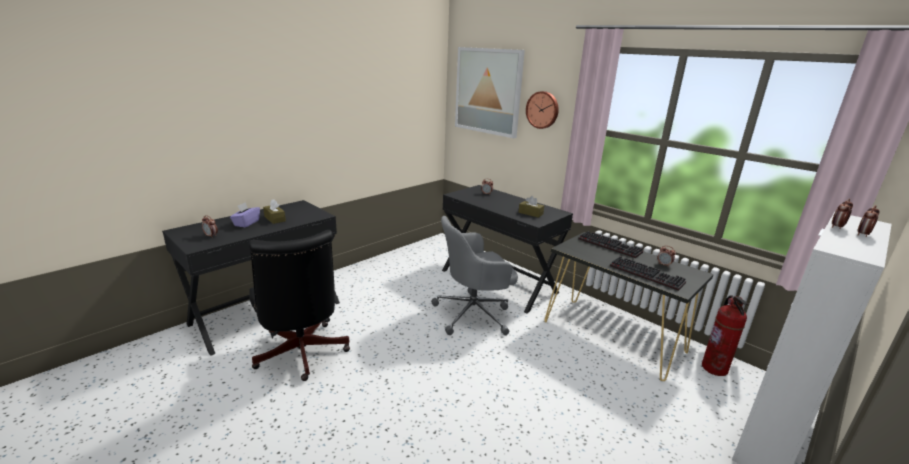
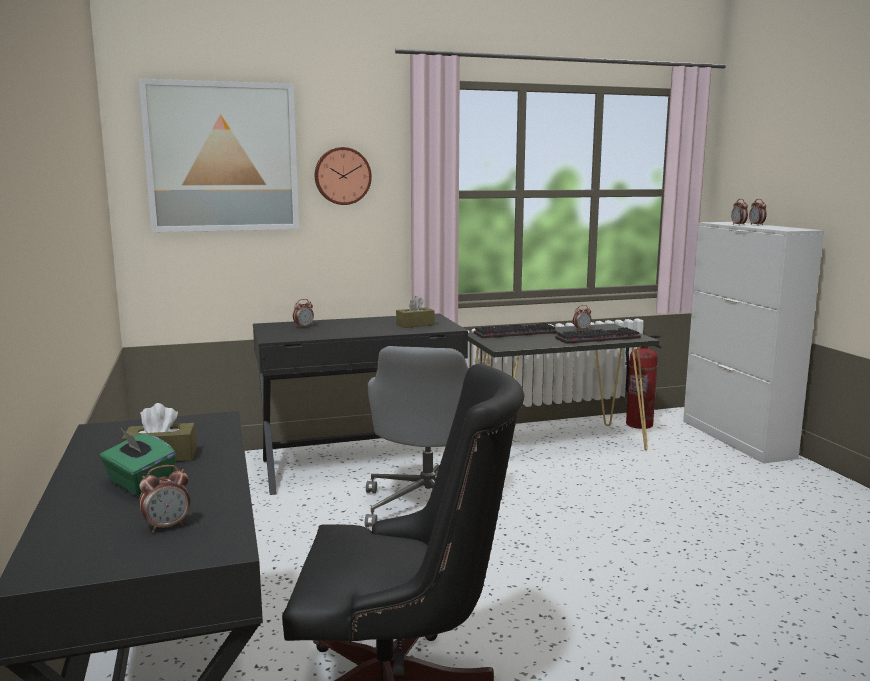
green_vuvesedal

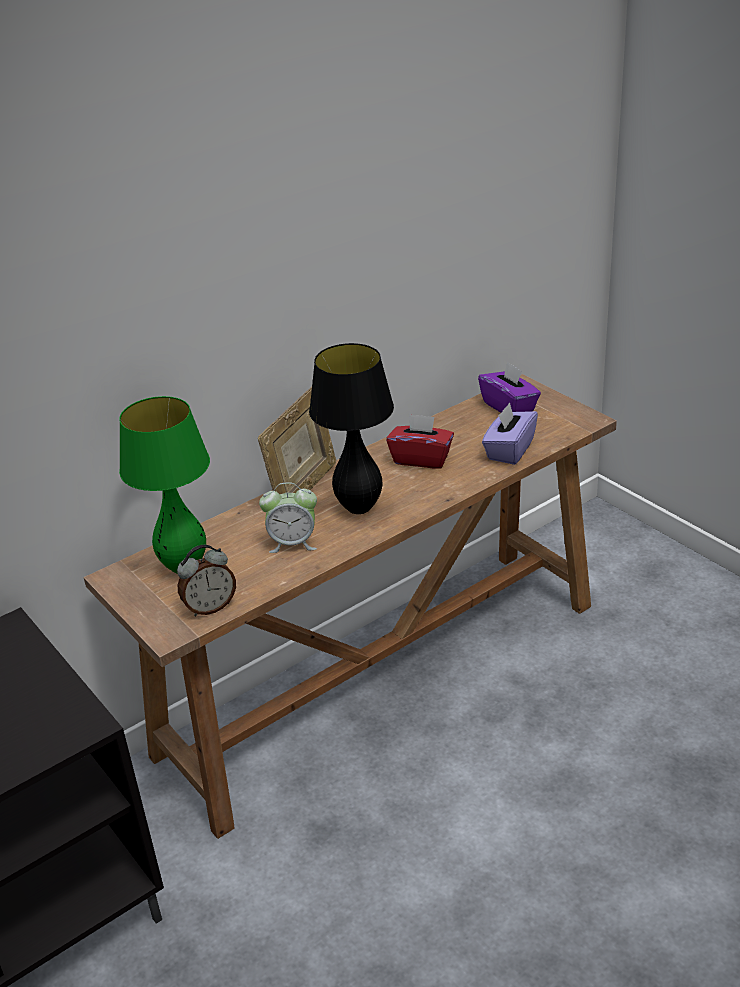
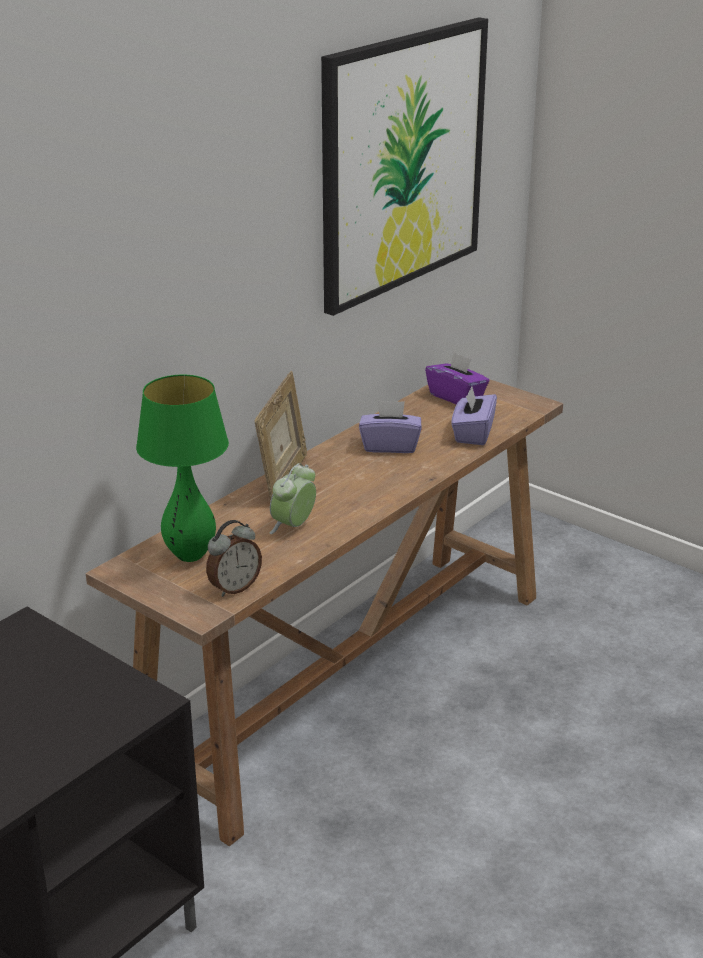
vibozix (2nd from left); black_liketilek; purple_vuvesedal (1st from left); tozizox

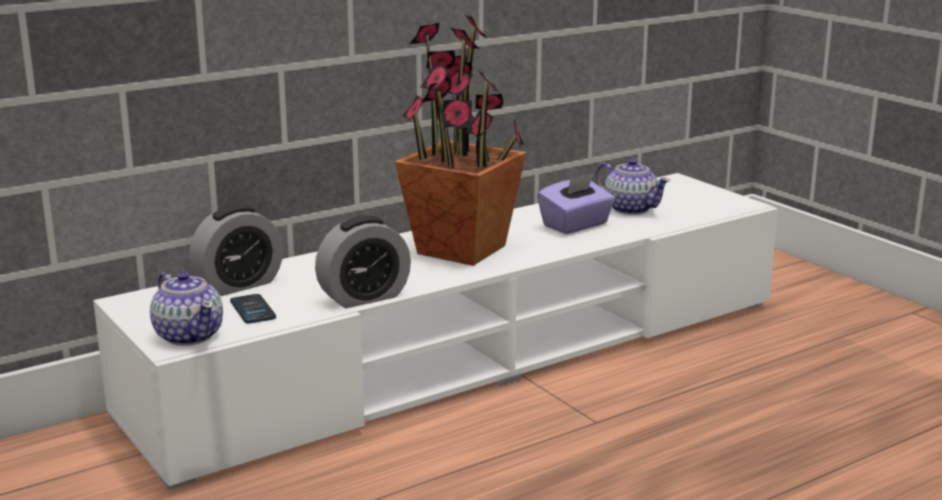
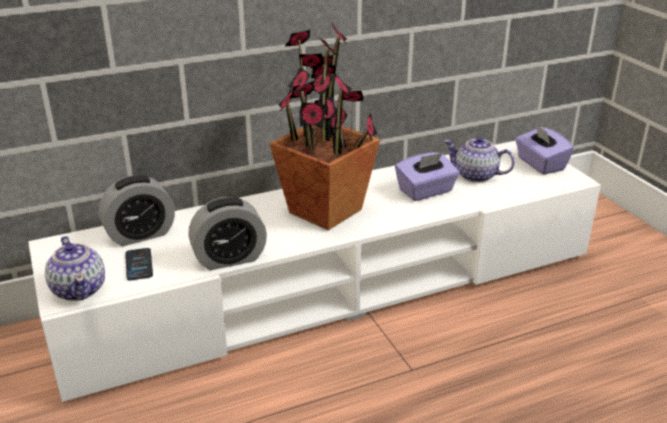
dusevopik (2nd from left); purple_vuvesedal (2nd from left)

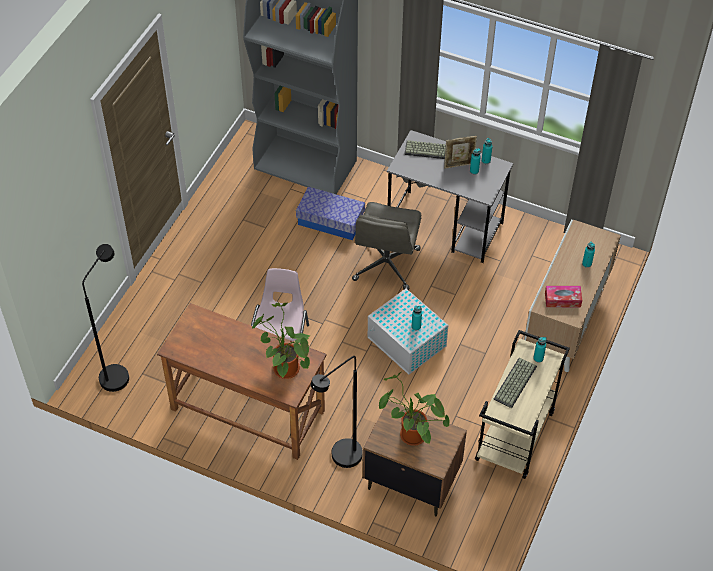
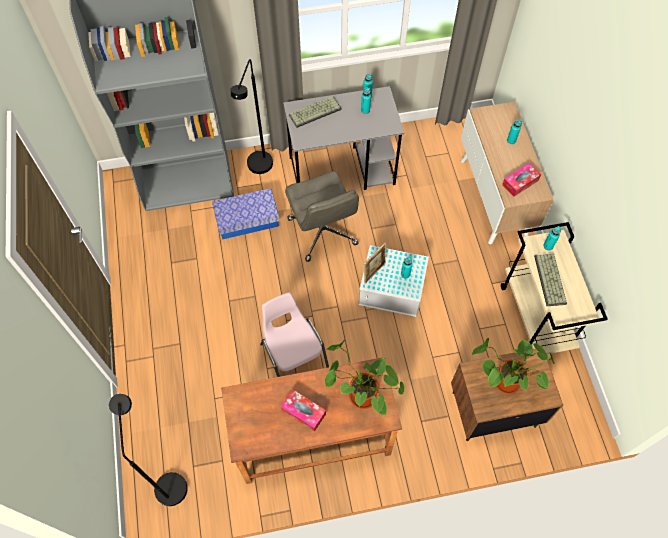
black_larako (2nd from left); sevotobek; vuvesedal (1st from left)

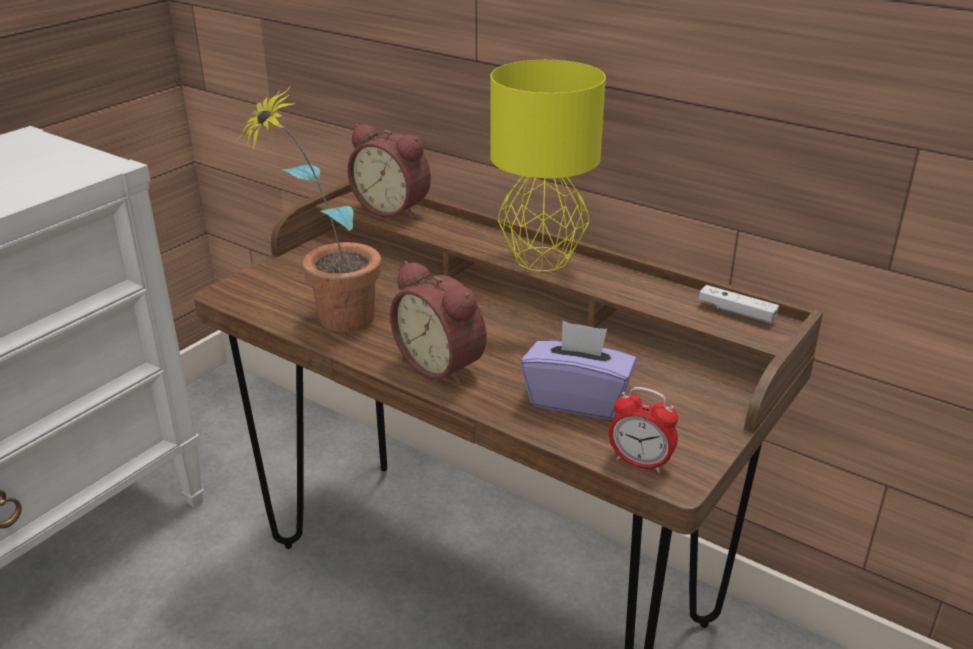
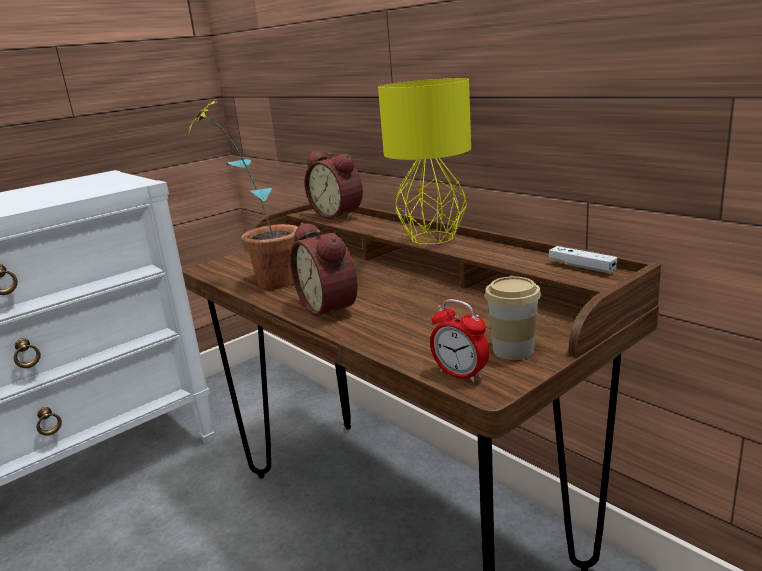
purple_vuvesedal; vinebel

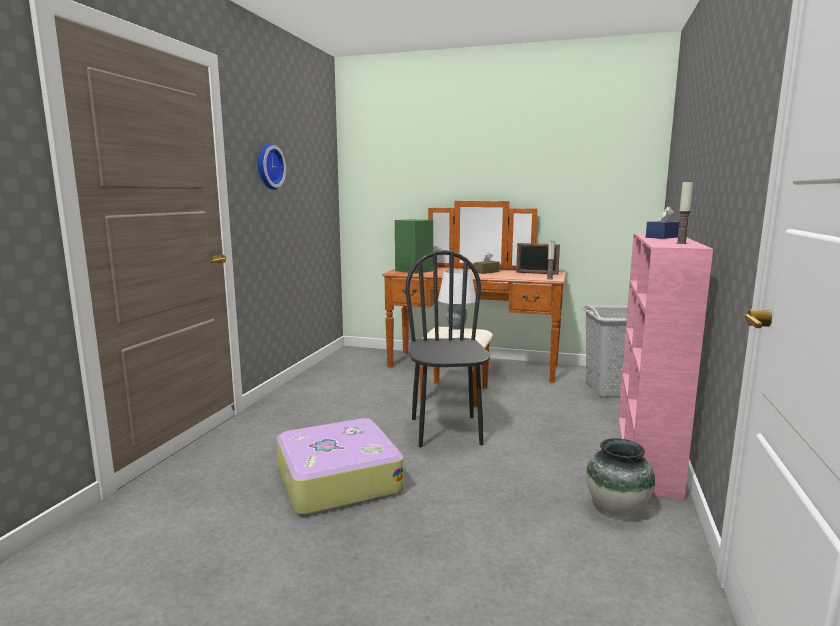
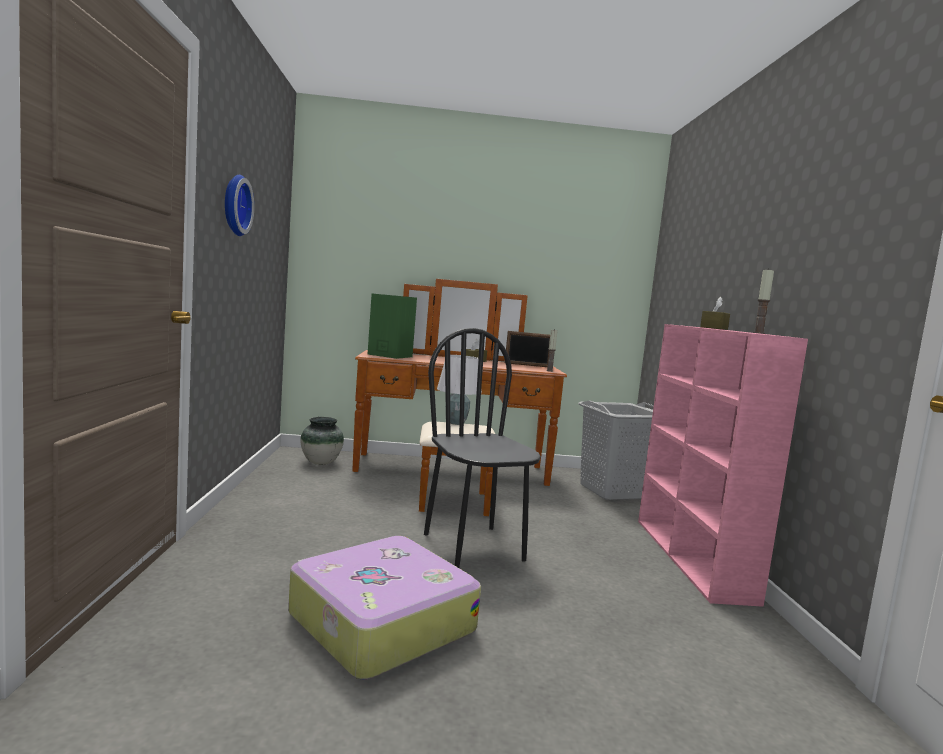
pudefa; brown_vuvesedal (2nd from left)

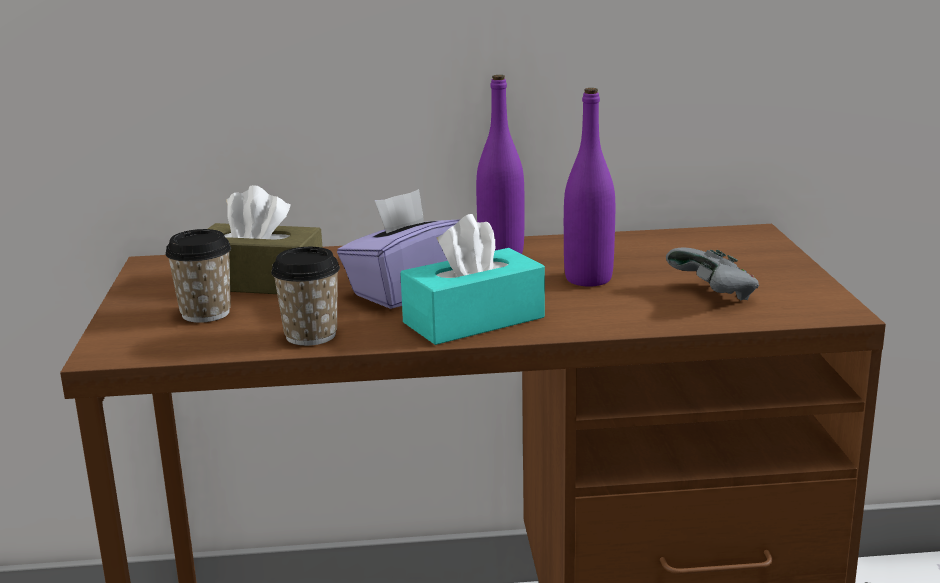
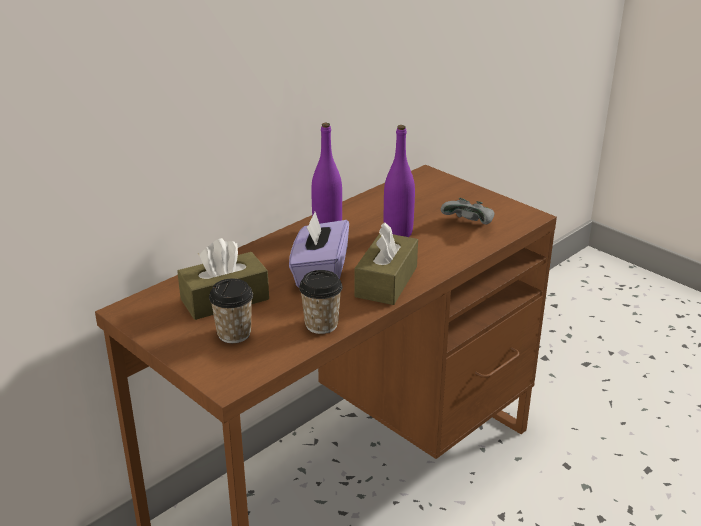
brown_vuvesedal (2nd from left)

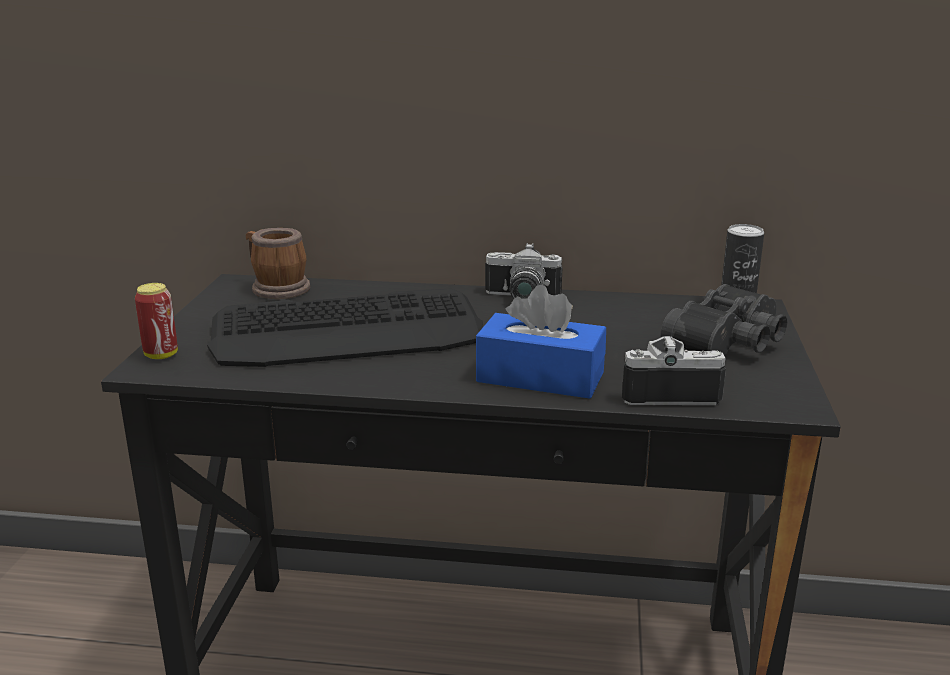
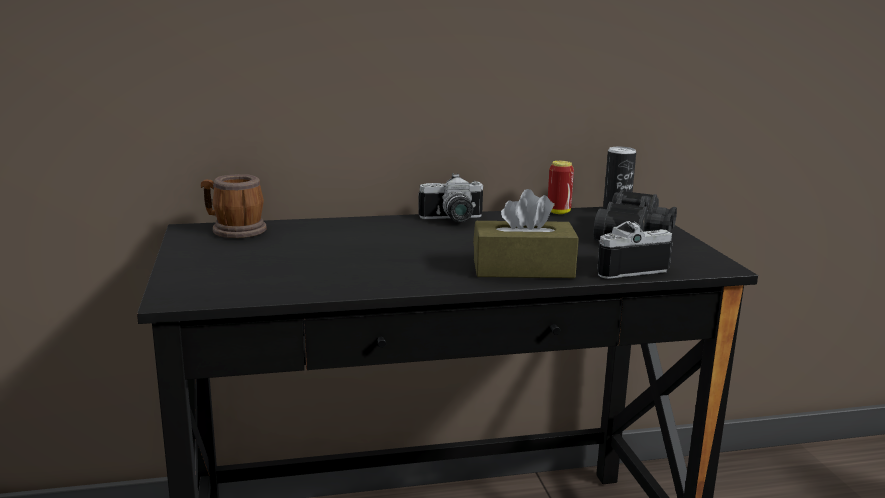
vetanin (1st from left); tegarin; brown_vuvesedal

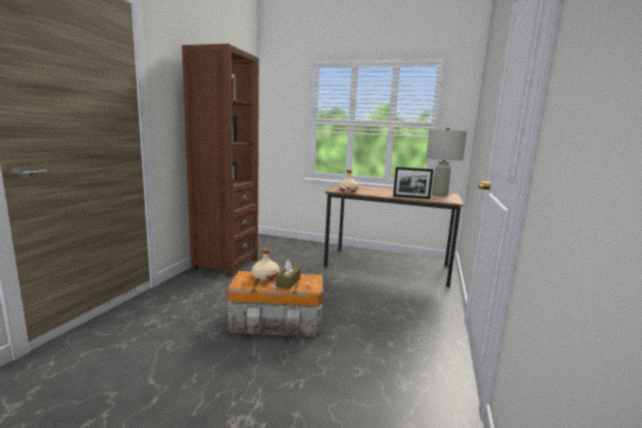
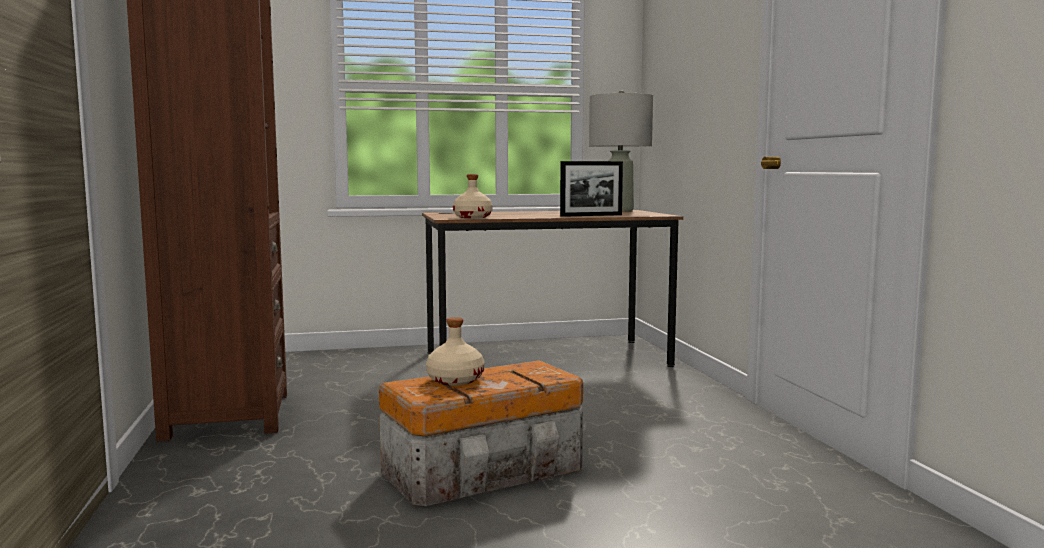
brown_vuvesedal

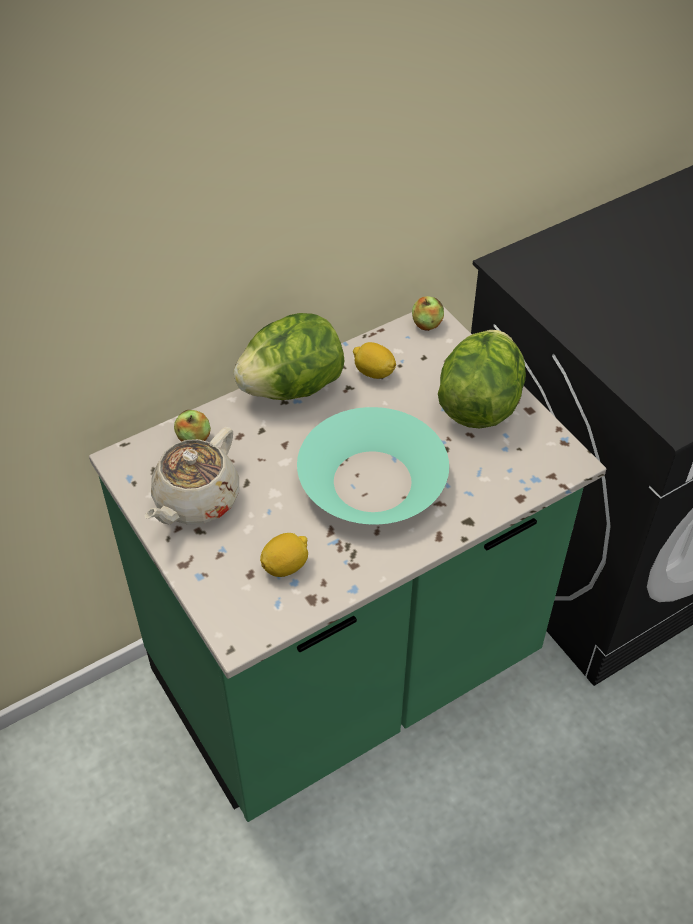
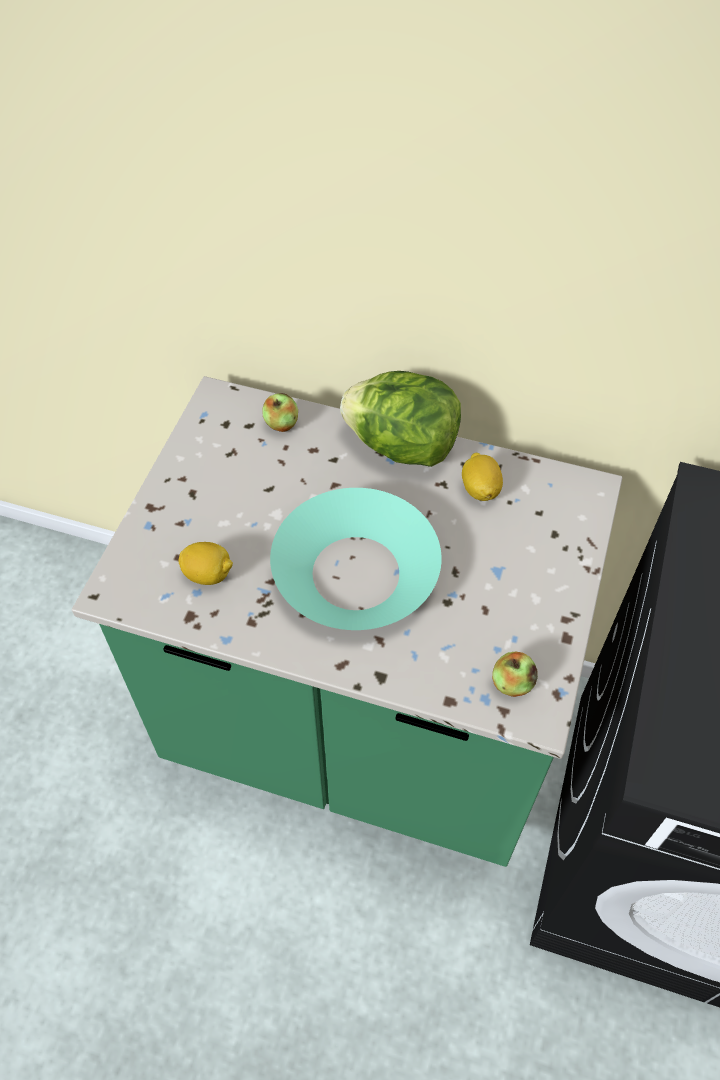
beige_dusevopik; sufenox (2nd from left); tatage (2nd from left in the first image)

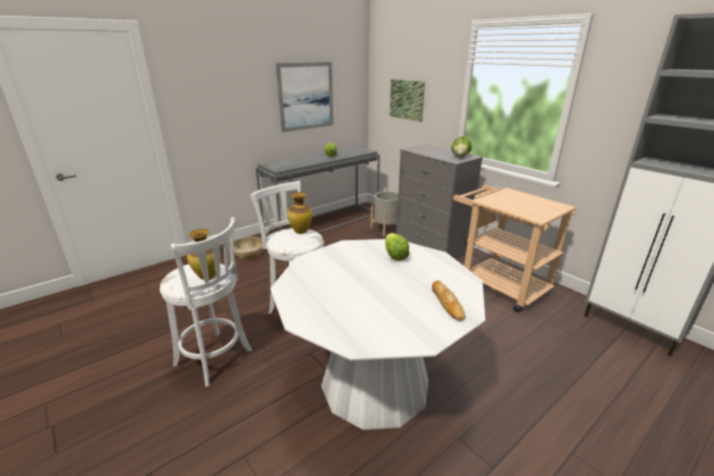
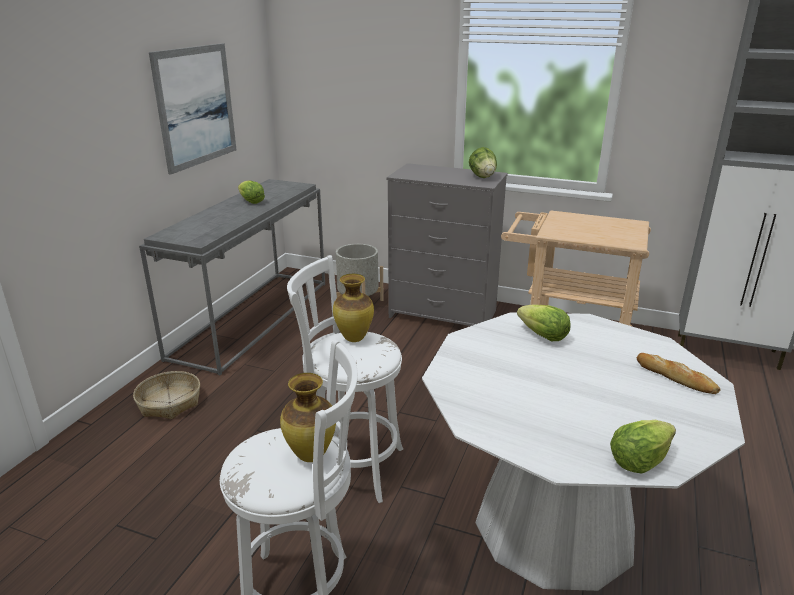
tozizox (2nd from left in the first image); tatage (4th from left)

